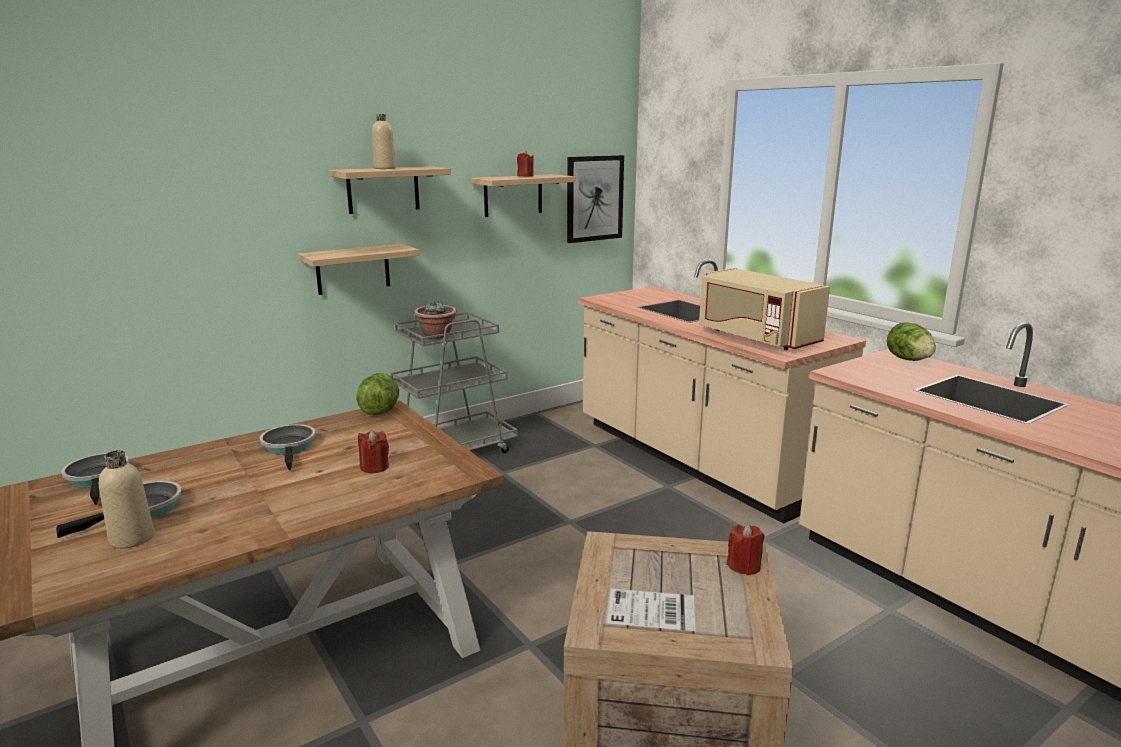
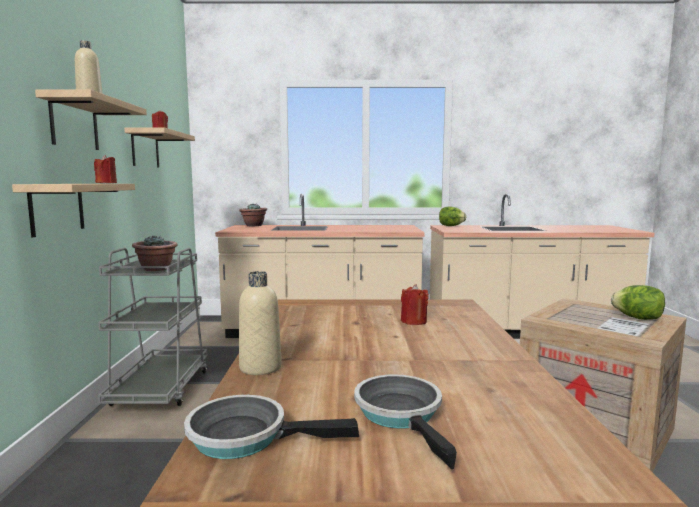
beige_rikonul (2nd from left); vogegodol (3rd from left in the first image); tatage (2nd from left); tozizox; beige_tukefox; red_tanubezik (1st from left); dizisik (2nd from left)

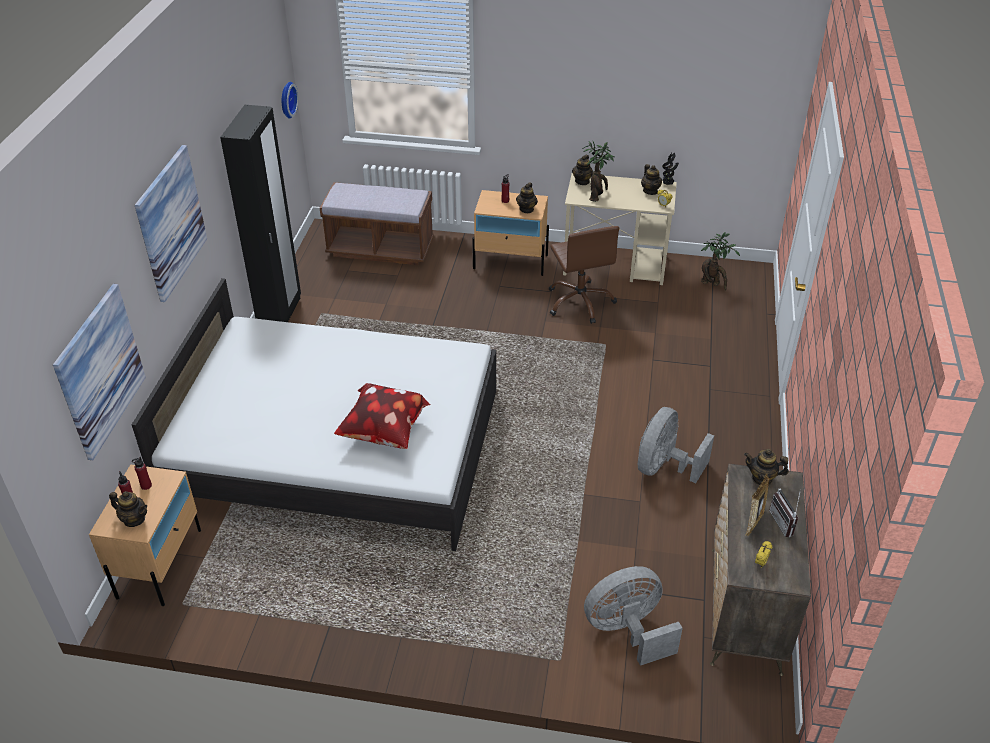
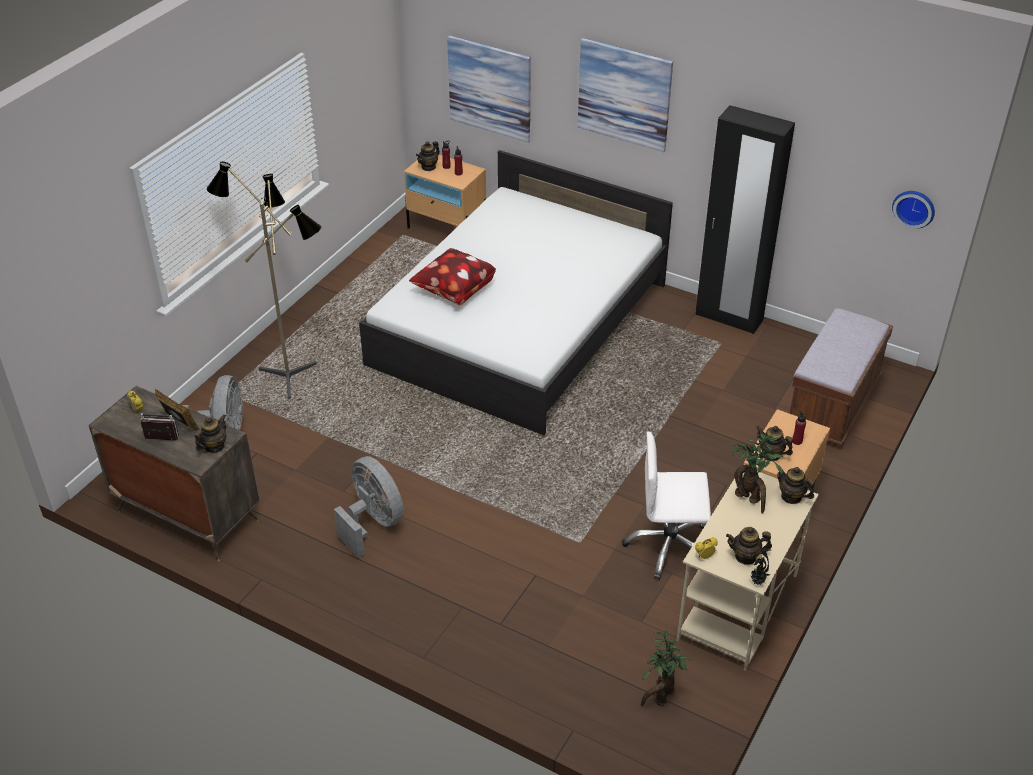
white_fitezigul; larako

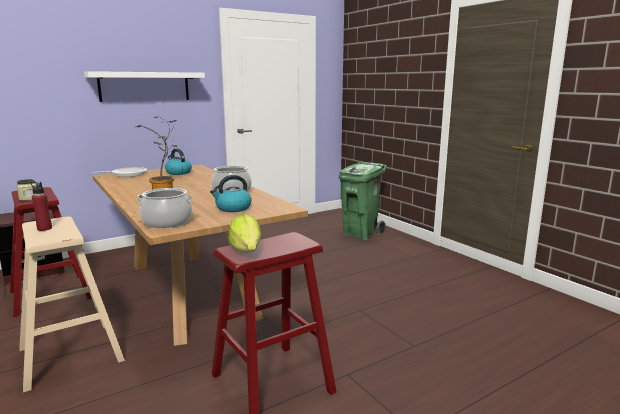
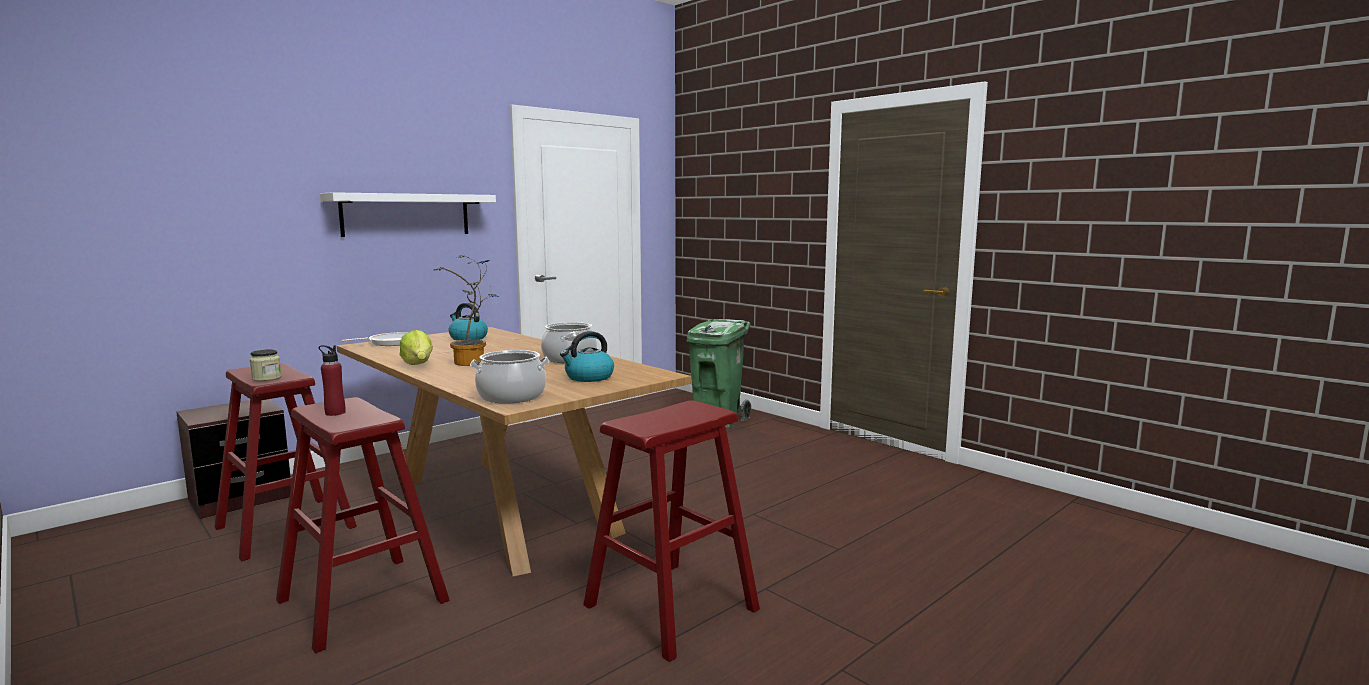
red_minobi (2nd from left); tatage

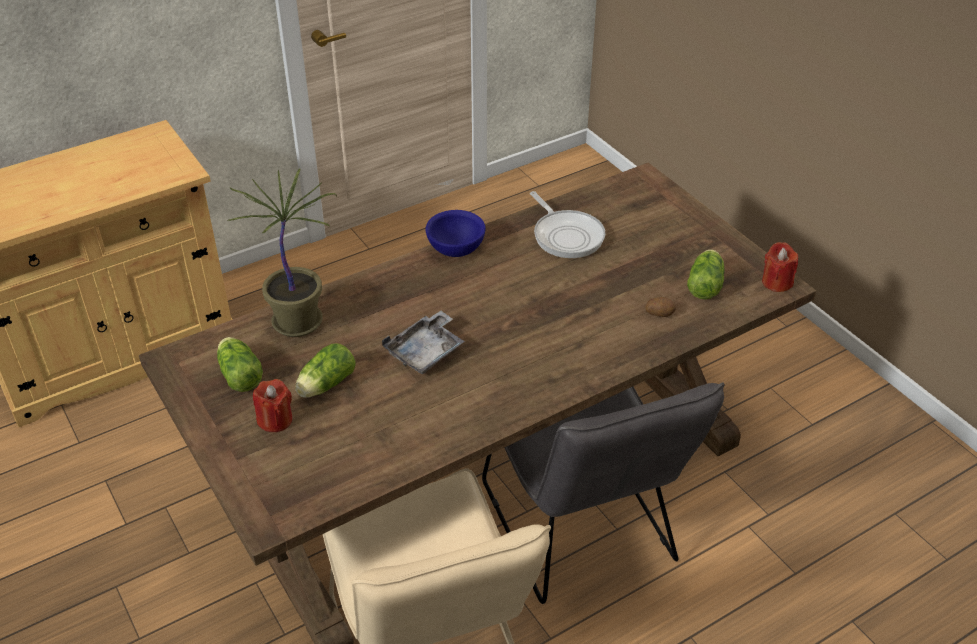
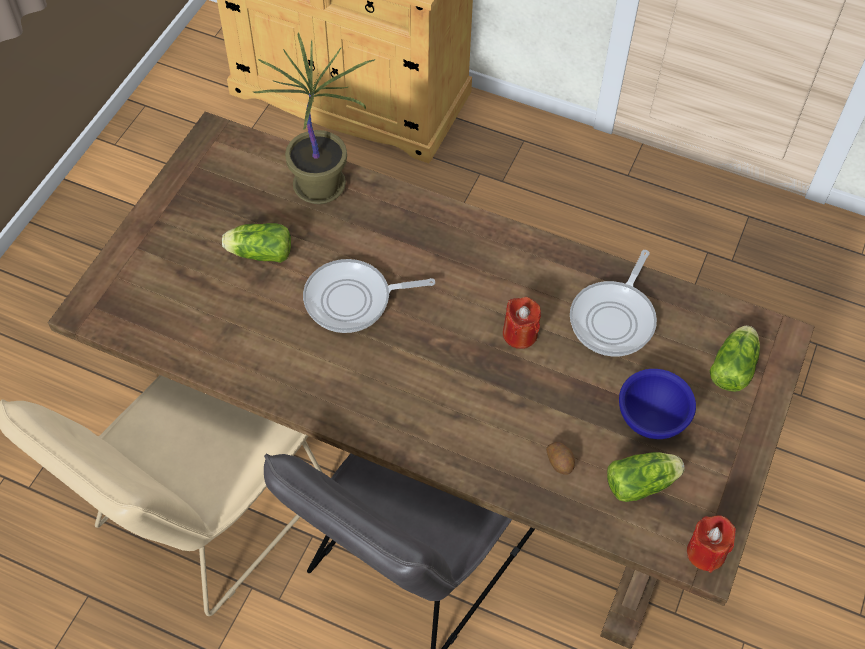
tatage (3rd from left); red_tanubezik (1st from left); vogegodol (1st from left); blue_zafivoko

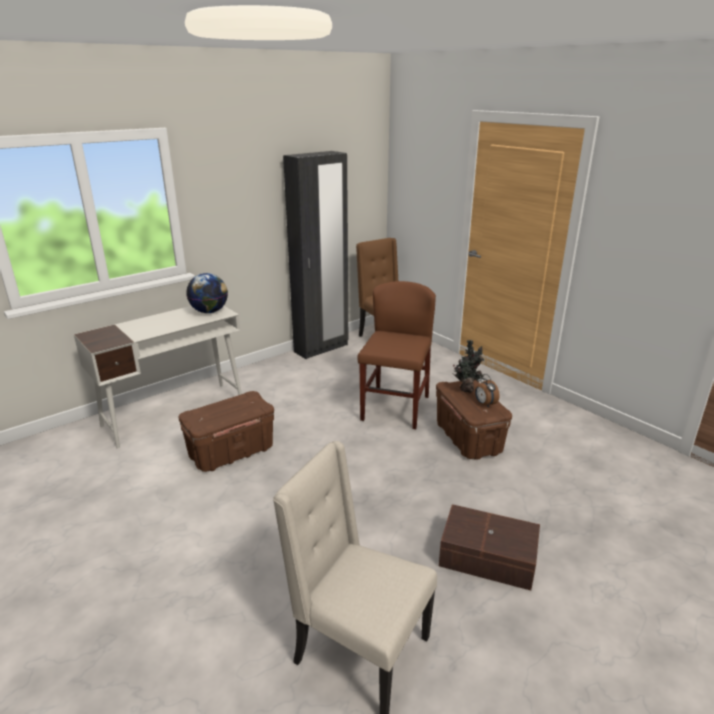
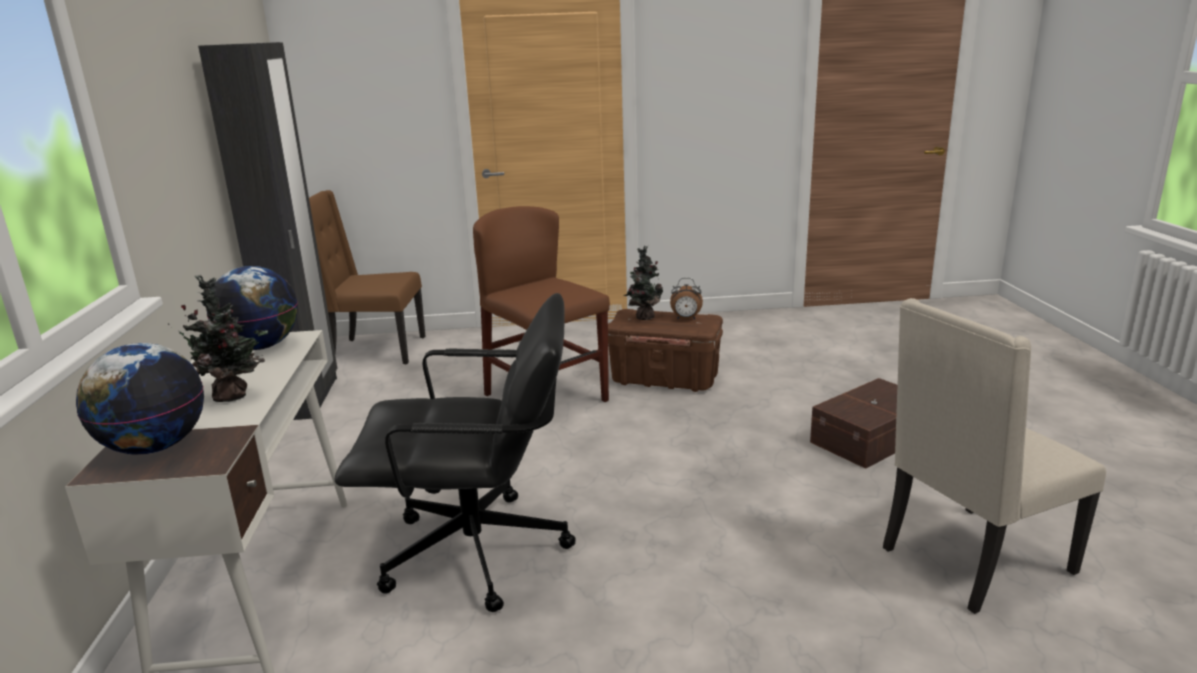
black_fitezigul; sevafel (1st from left); dizisik (1st from left)

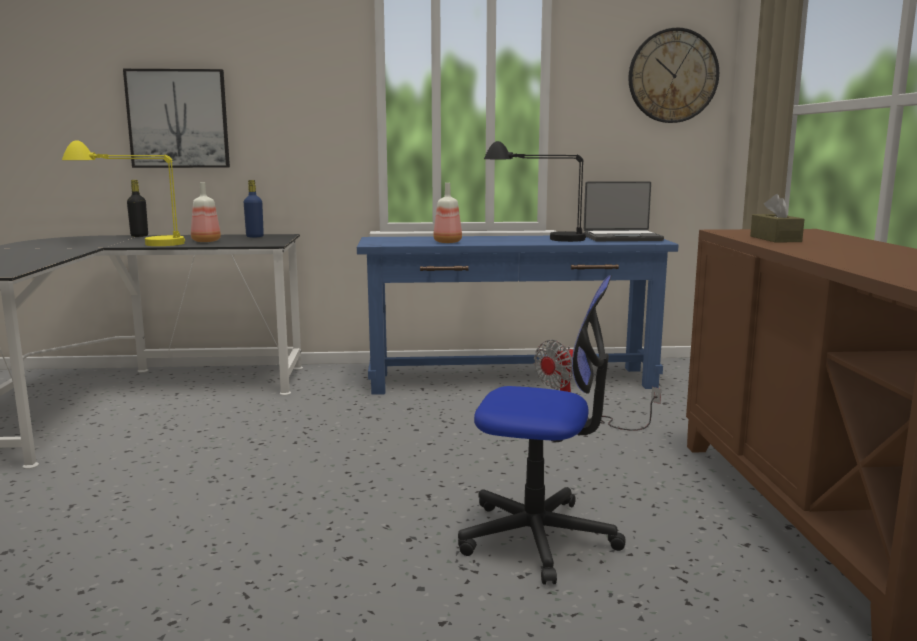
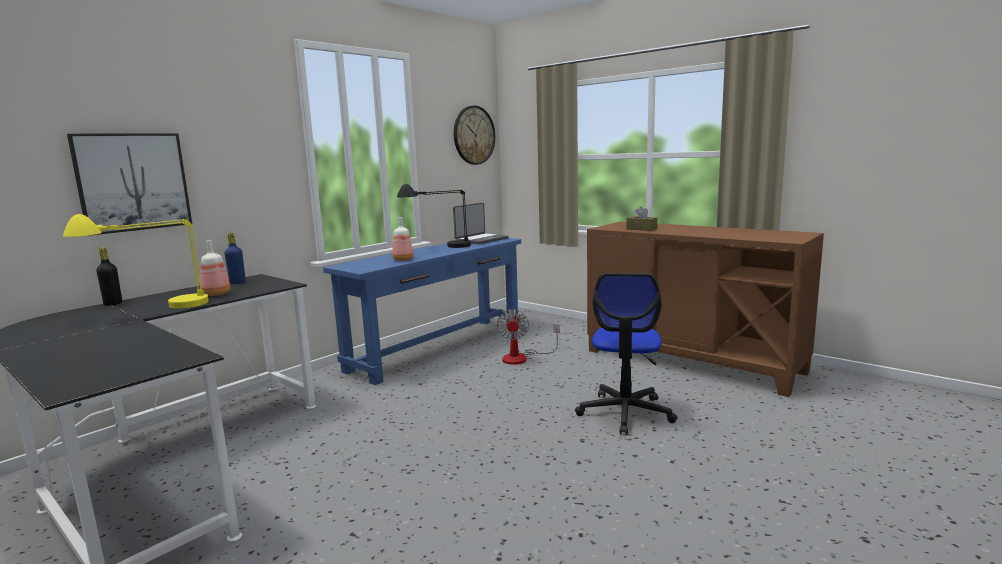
fitezigul

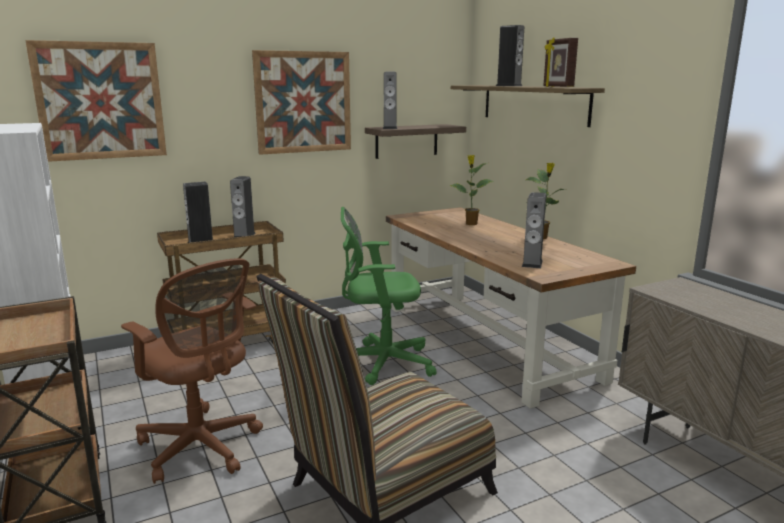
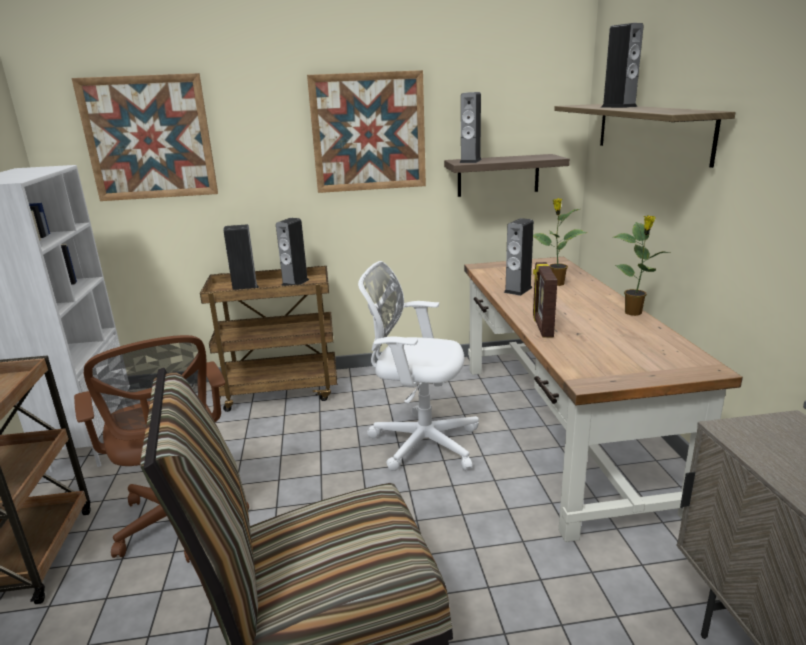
white_fitezigul; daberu (4th from left); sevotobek

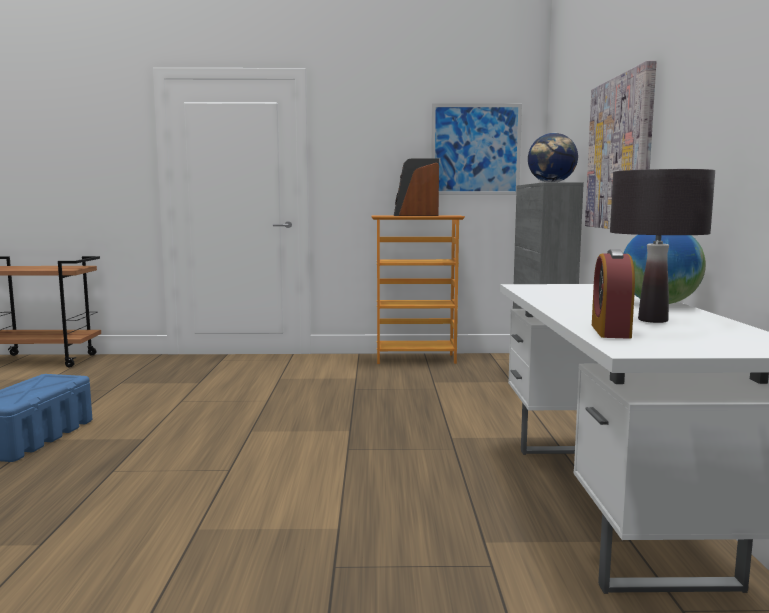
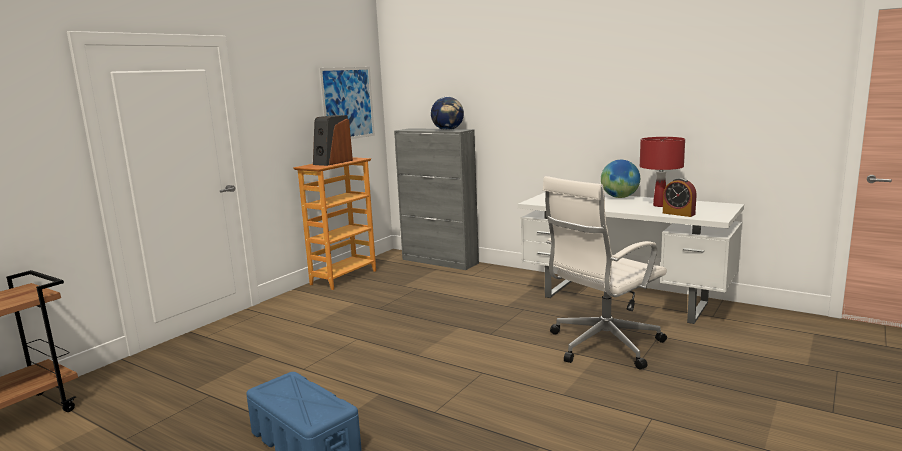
tozizox (2nd from left in the first image); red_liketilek; white_fitezigul

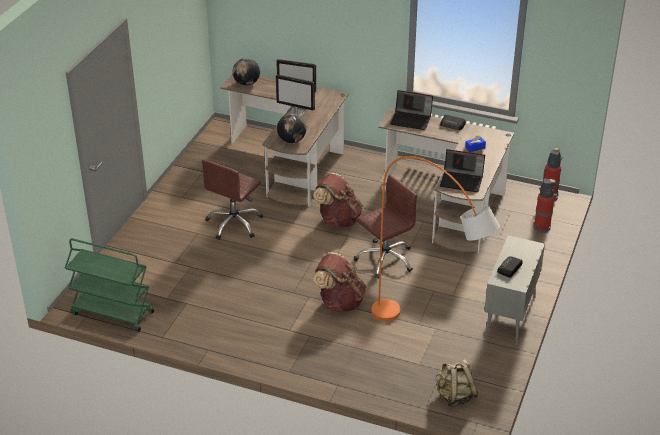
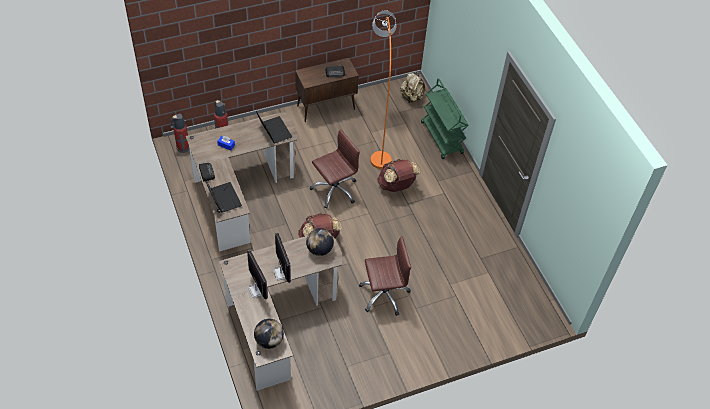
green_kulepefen; brown_fitezigul (1st from left); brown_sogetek

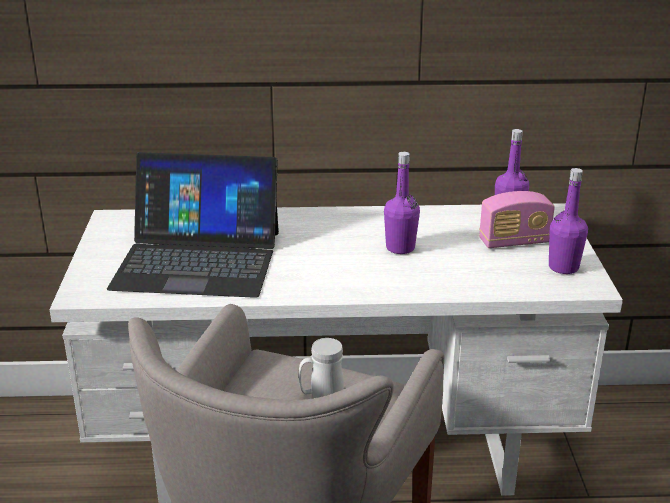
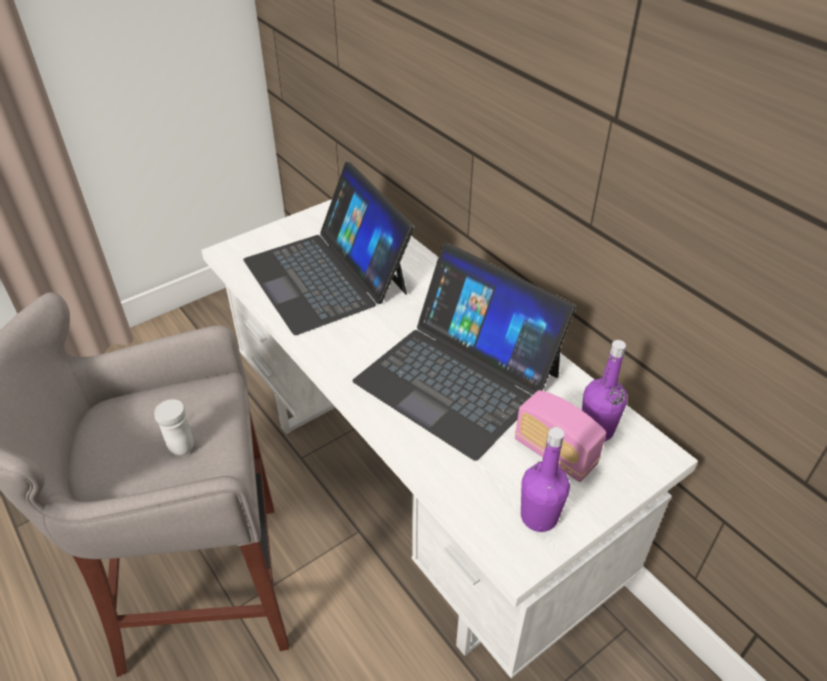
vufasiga (2nd from left)

